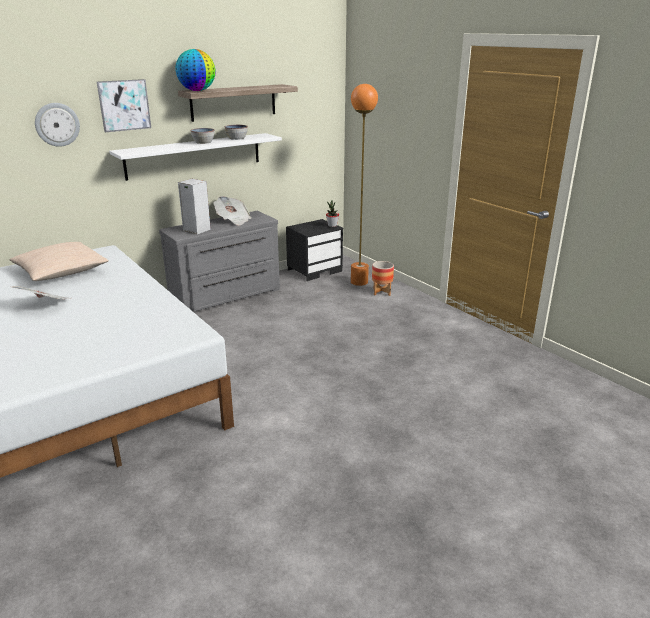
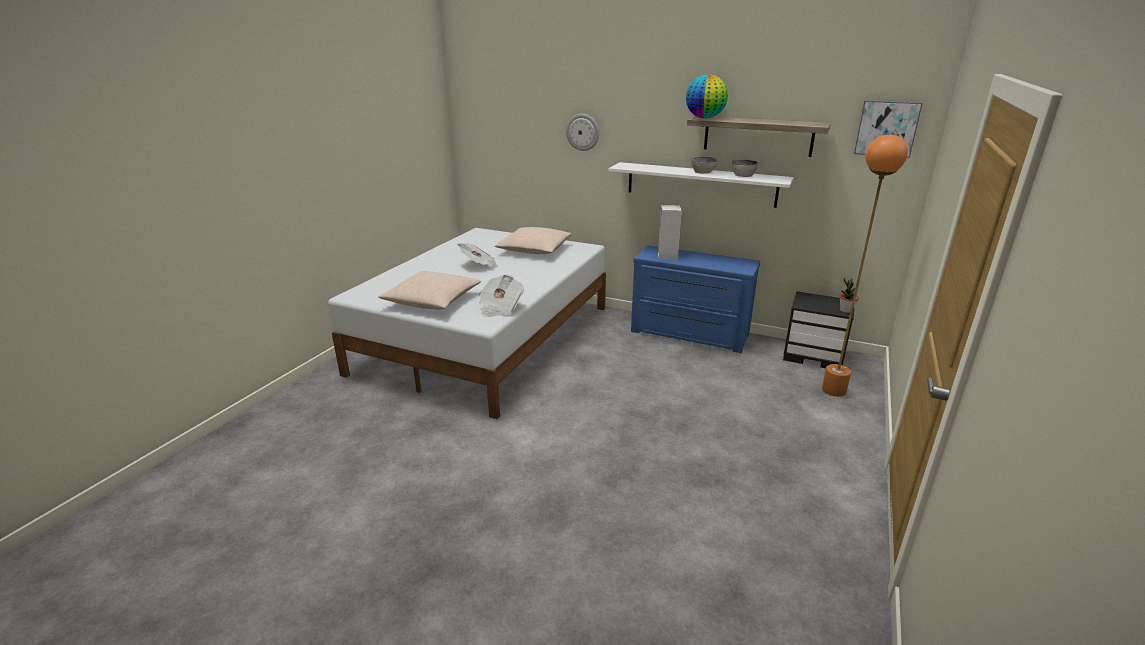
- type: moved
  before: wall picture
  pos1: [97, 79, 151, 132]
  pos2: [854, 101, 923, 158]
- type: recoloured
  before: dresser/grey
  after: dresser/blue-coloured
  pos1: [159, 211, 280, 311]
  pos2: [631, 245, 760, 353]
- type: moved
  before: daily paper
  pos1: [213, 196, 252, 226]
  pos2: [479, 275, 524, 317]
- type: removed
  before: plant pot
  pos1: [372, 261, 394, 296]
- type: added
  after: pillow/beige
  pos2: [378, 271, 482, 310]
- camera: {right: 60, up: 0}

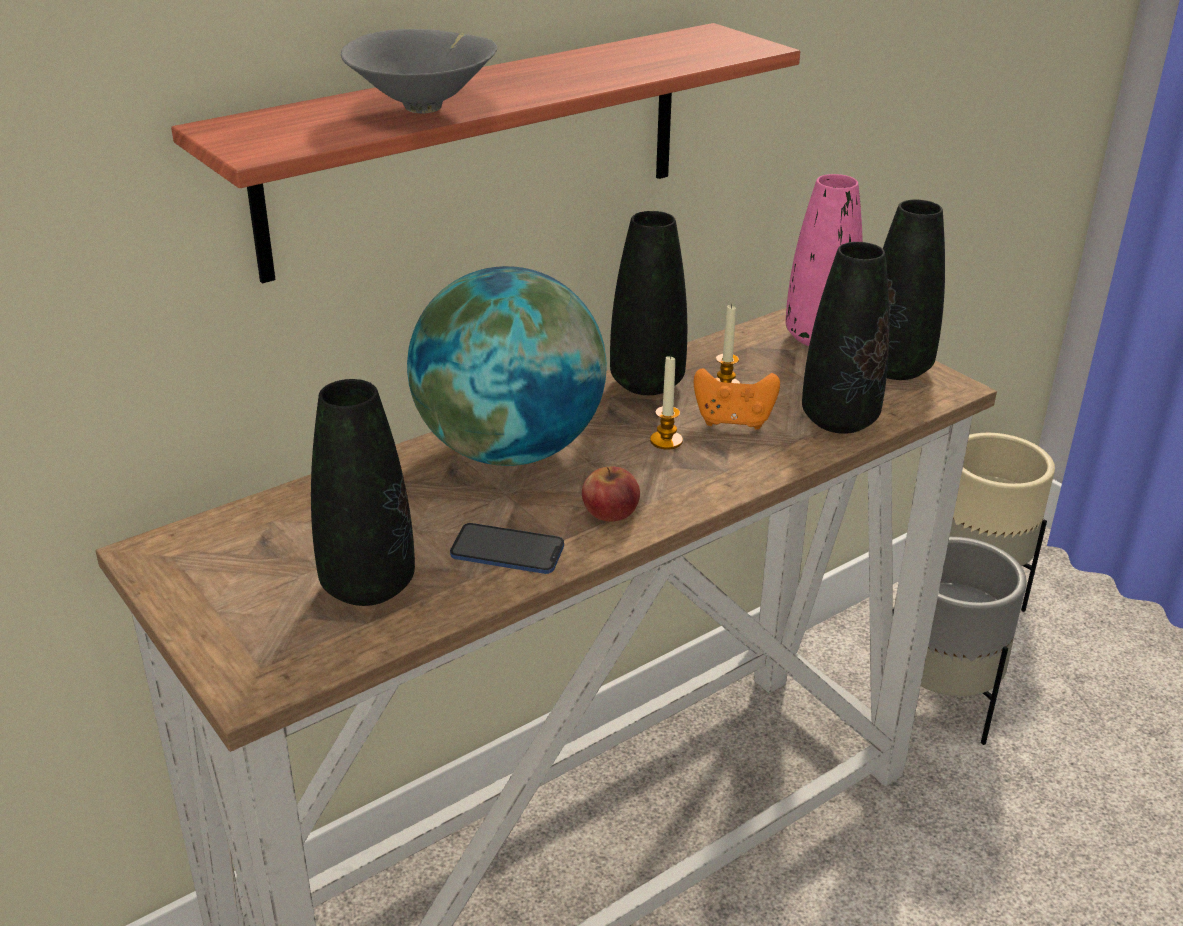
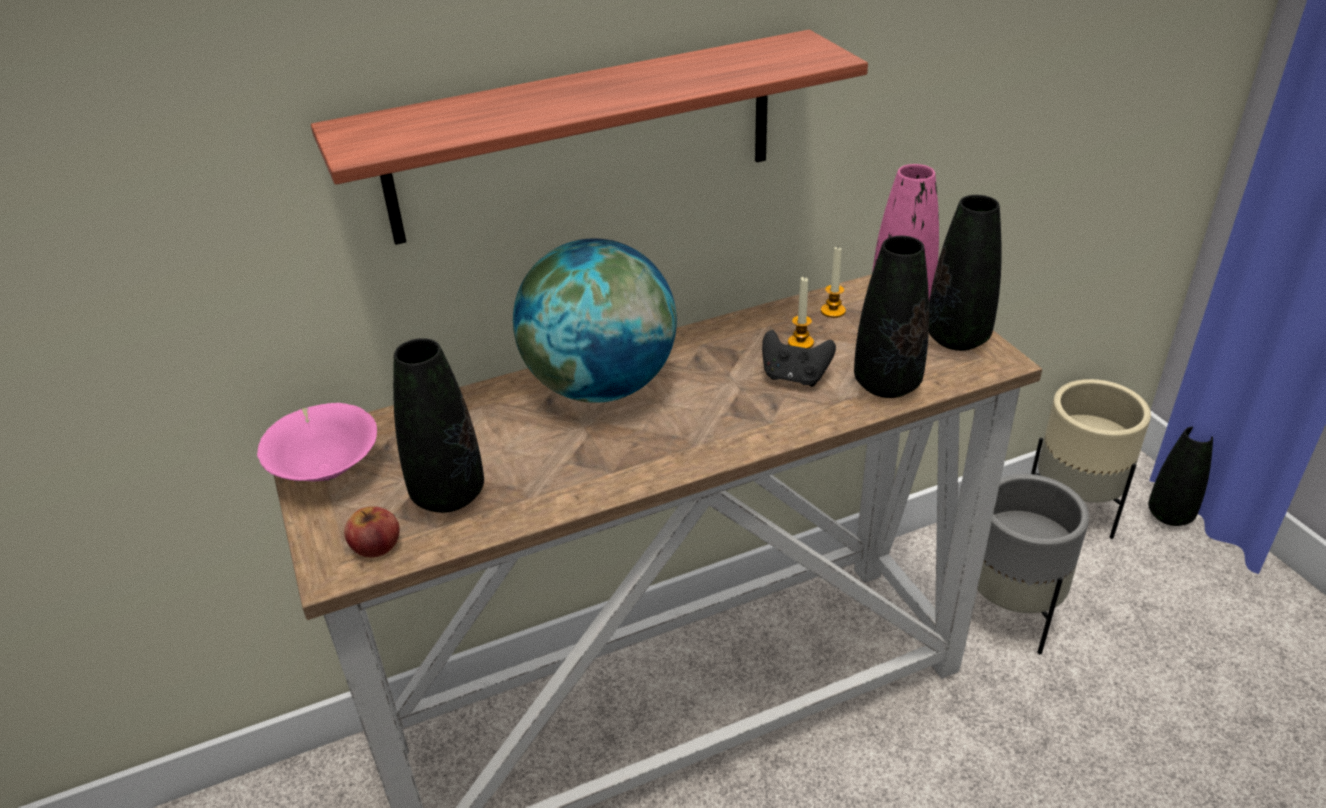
- type: removed
  before: bowl/grey
  pos1: [341, 29, 497, 113]
- type: removed
  before: handset
  pos1: [450, 523, 564, 574]
- type: moved
  before: apple fruit
  pos1: [582, 466, 640, 521]
  pos2: [344, 506, 400, 557]
- type: moved
  before: decorative vase/black
  pos1: [610, 211, 687, 395]
  pos2: [1148, 426, 1213, 526]
- type: moved
  before: wax light
  pos1: [650, 355, 683, 450]
  pos2: [821, 247, 846, 318]
- type: recoloured
  before: gamepad/orangey
  after: gamepad/black
  pos1: [694, 368, 780, 430]
  pos2: [762, 330, 836, 387]
- type: added
  after: bowl/pink-coloured
  pos2: [257, 403, 377, 481]
- camera: {right: 15, up: 5}

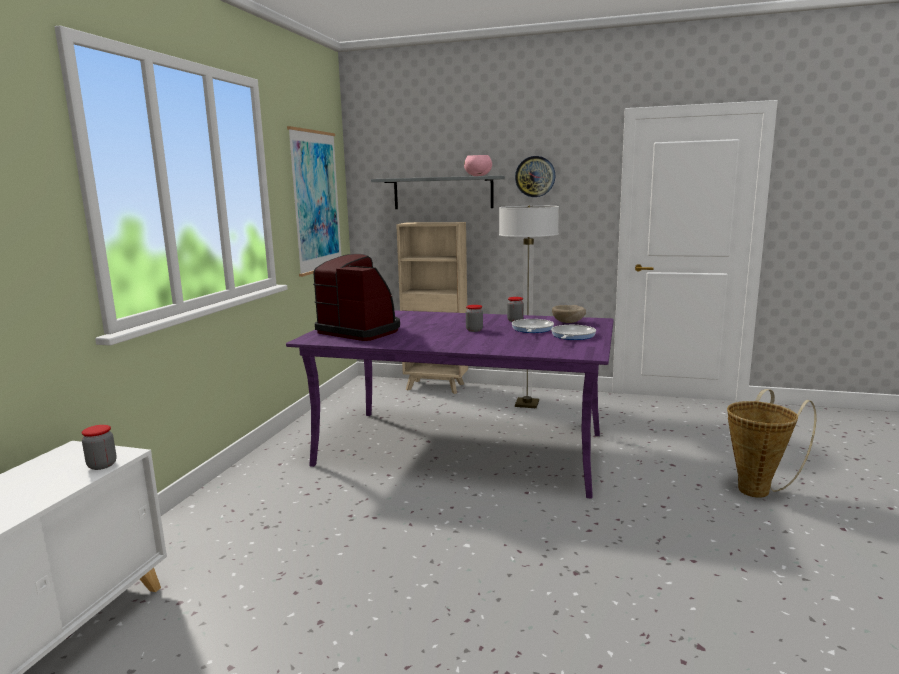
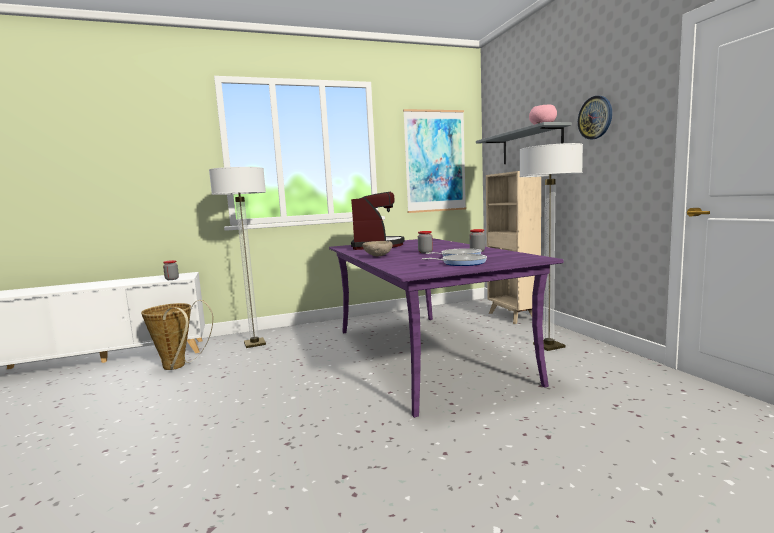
- type: moved
  before: bowl/beige
  pos1: [552, 305, 586, 323]
  pos2: [363, 241, 393, 256]
- type: moved
  before: storage basket
  pos1: [727, 389, 817, 498]
  pos2: [141, 300, 213, 370]
- type: added
  after: floor lamp
  pos2: [209, 167, 266, 348]
- camera: {right: 55, up: -5}

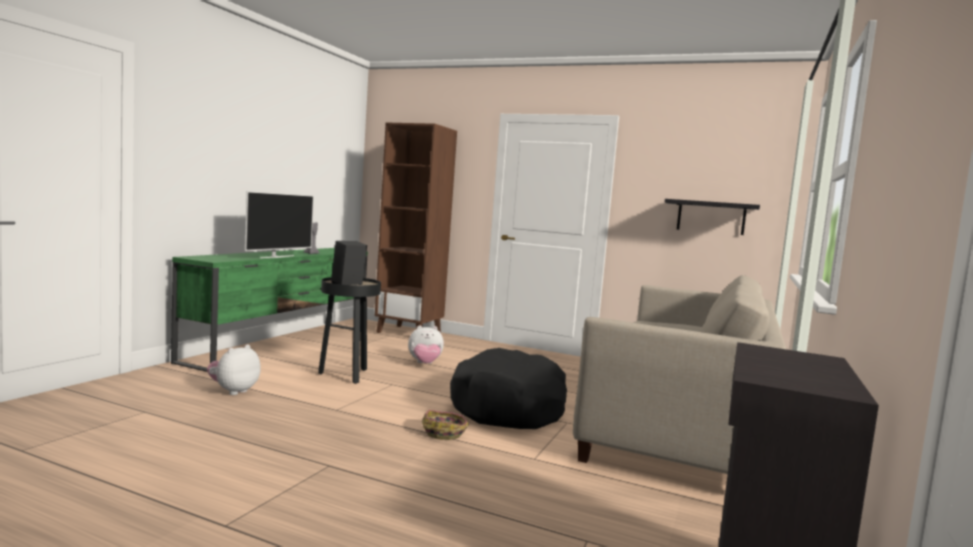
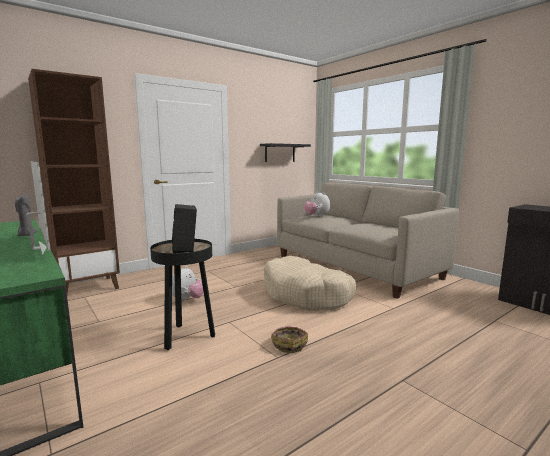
- type: moved
  before: plush toy
  pos1: [207, 344, 260, 395]
  pos2: [304, 191, 330, 217]
- type: moved
  before: storage basket
  pos1: [422, 410, 469, 440]
  pos2: [271, 326, 308, 353]
- type: recoloured
  before: dog cushion/black
  after: dog cushion/beige
  pos1: [450, 348, 567, 429]
  pos2: [264, 256, 356, 311]
- camera: {right: -60, up: 5}

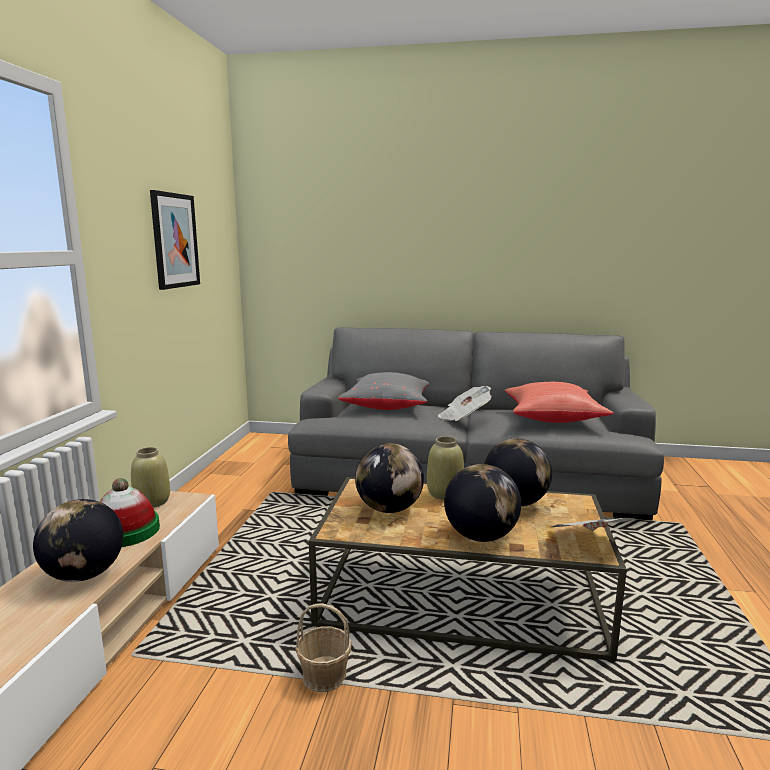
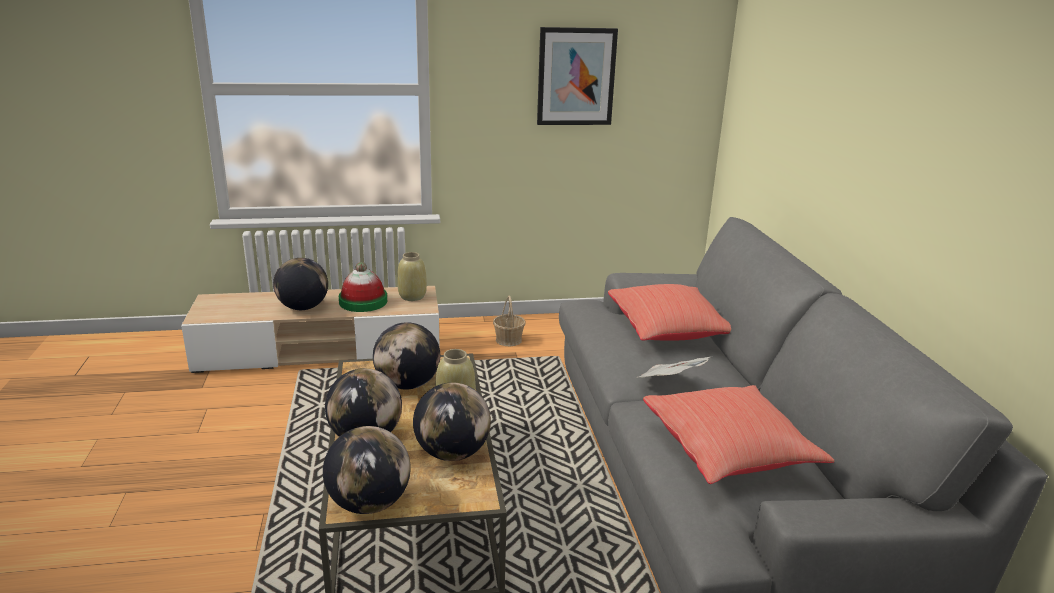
- type: moved
  before: storage basket
  pos1: [295, 603, 352, 692]
  pos2: [493, 296, 526, 346]
- type: recoloured
  before: pillow/grey
  after: pillow/reddish
  pos1: [338, 372, 429, 410]
  pos2: [608, 284, 731, 341]
- type: replaced
  before: daily paper
  after: world globe
  pos1: [551, 518, 636, 531]
  pos2: [323, 426, 411, 514]
- camera: {right: 70, up: 10}

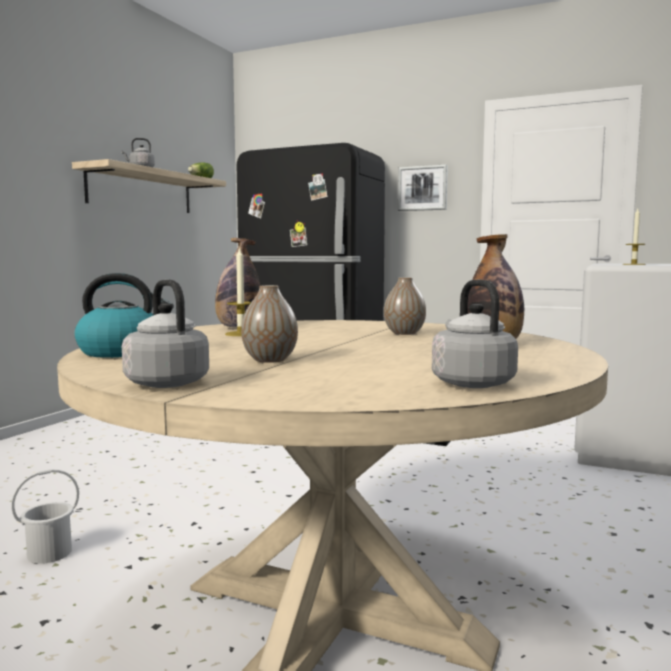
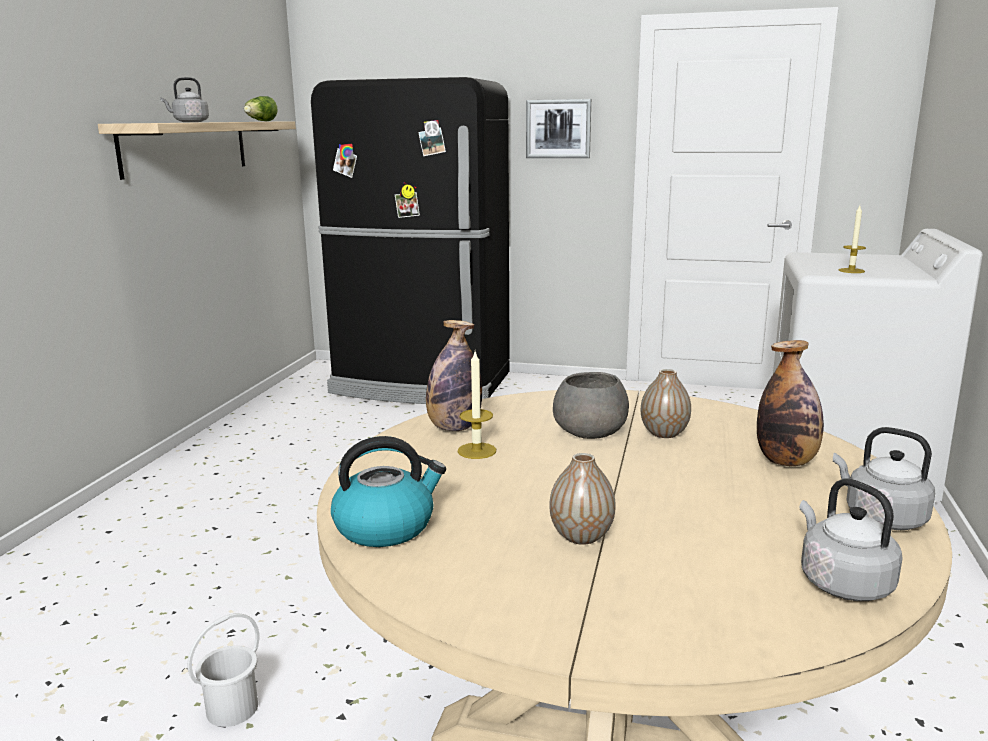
- type: moved
  before: water kettle/grey
  pos1: [122, 279, 209, 388]
  pos2: [833, 427, 935, 530]
- type: added
  after: bowl/grey
  pos2: [553, 372, 629, 439]
- camera: {right: -10, up: 10}

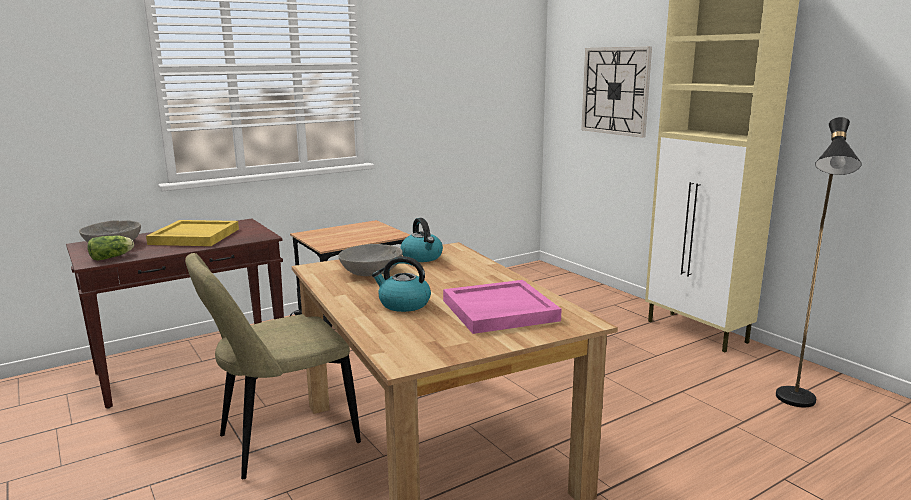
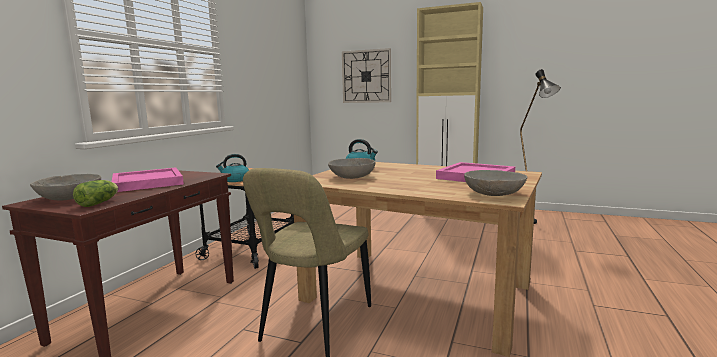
- type: recoloured
  before: serving tray/yellow
  after: serving tray/pink-coloured
  pos1: [146, 220, 239, 246]
  pos2: [112, 167, 184, 192]
- type: moved
  before: water kettle
  pos1: [372, 256, 431, 312]
  pos2: [216, 154, 249, 182]
- type: added
  after: bowl/grey
  pos2: [464, 170, 527, 196]
- camera: {right: -35, up: -5}

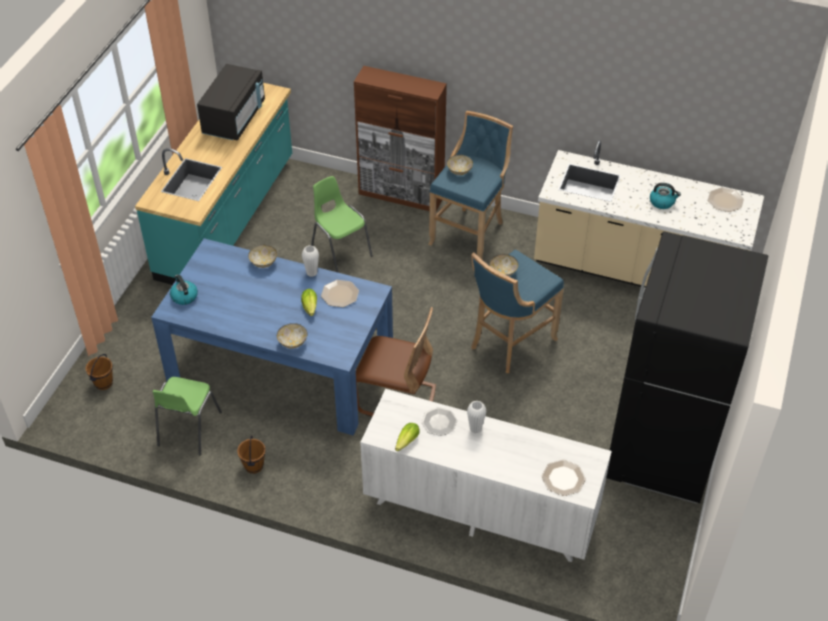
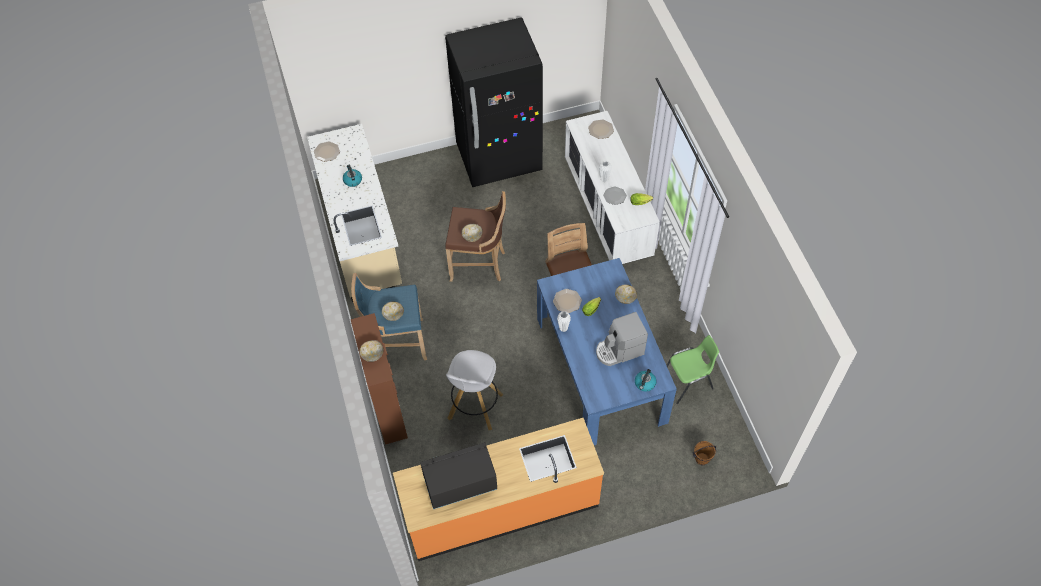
- type: recoloured
  before: kitchen counter/turquoise
  after: kitchen counter/orangey
  pos1: [135, 83, 292, 285]
  pos2: [393, 418, 604, 561]
- type: removed
  before: bucket/brownish
  pos1: [237, 435, 266, 474]
- type: moved
  before: bowl
  pos1: [248, 245, 277, 268]
  pos2: [359, 340, 384, 362]
- type: replaced
  before: upright chair/greenish
  after: stool/white-coloured
  pos1: [311, 176, 373, 273]
  pos2: [446, 350, 504, 430]
- type: recoloured
  before: stool/blue-coloured
  after: stool/brownish
  pos1: [471, 250, 564, 373]
  pos2: [445, 191, 506, 282]
- type: added
  after: coffee maker
  pos2: [596, 312, 648, 366]
- camera: {right: -125, up: 10}

